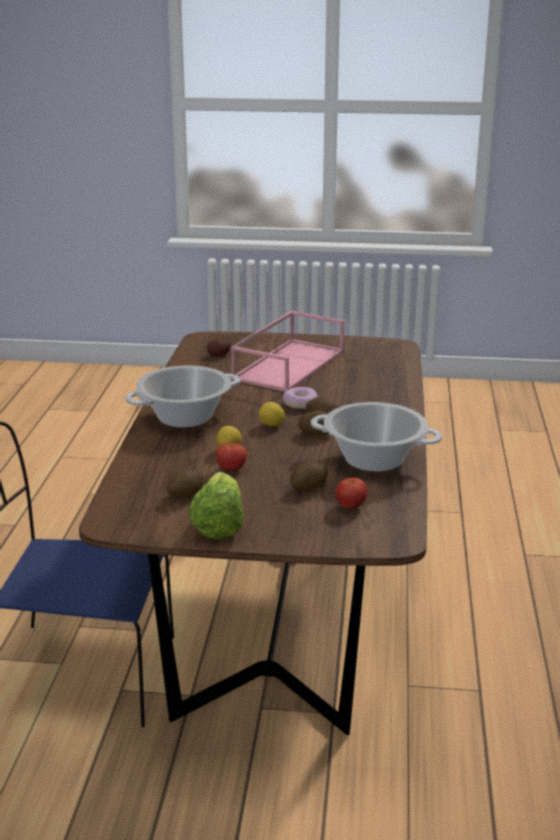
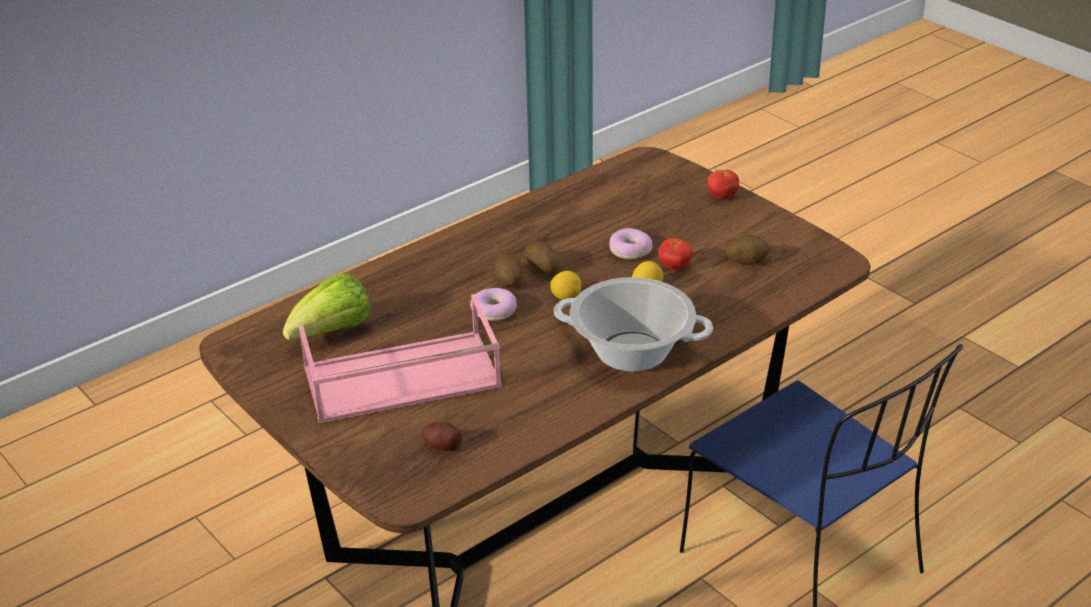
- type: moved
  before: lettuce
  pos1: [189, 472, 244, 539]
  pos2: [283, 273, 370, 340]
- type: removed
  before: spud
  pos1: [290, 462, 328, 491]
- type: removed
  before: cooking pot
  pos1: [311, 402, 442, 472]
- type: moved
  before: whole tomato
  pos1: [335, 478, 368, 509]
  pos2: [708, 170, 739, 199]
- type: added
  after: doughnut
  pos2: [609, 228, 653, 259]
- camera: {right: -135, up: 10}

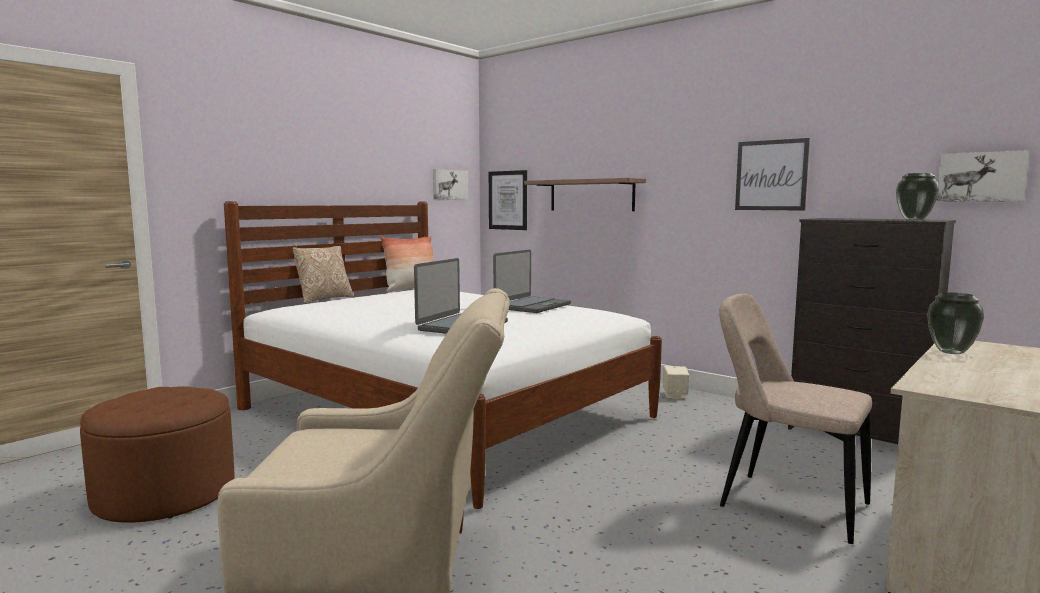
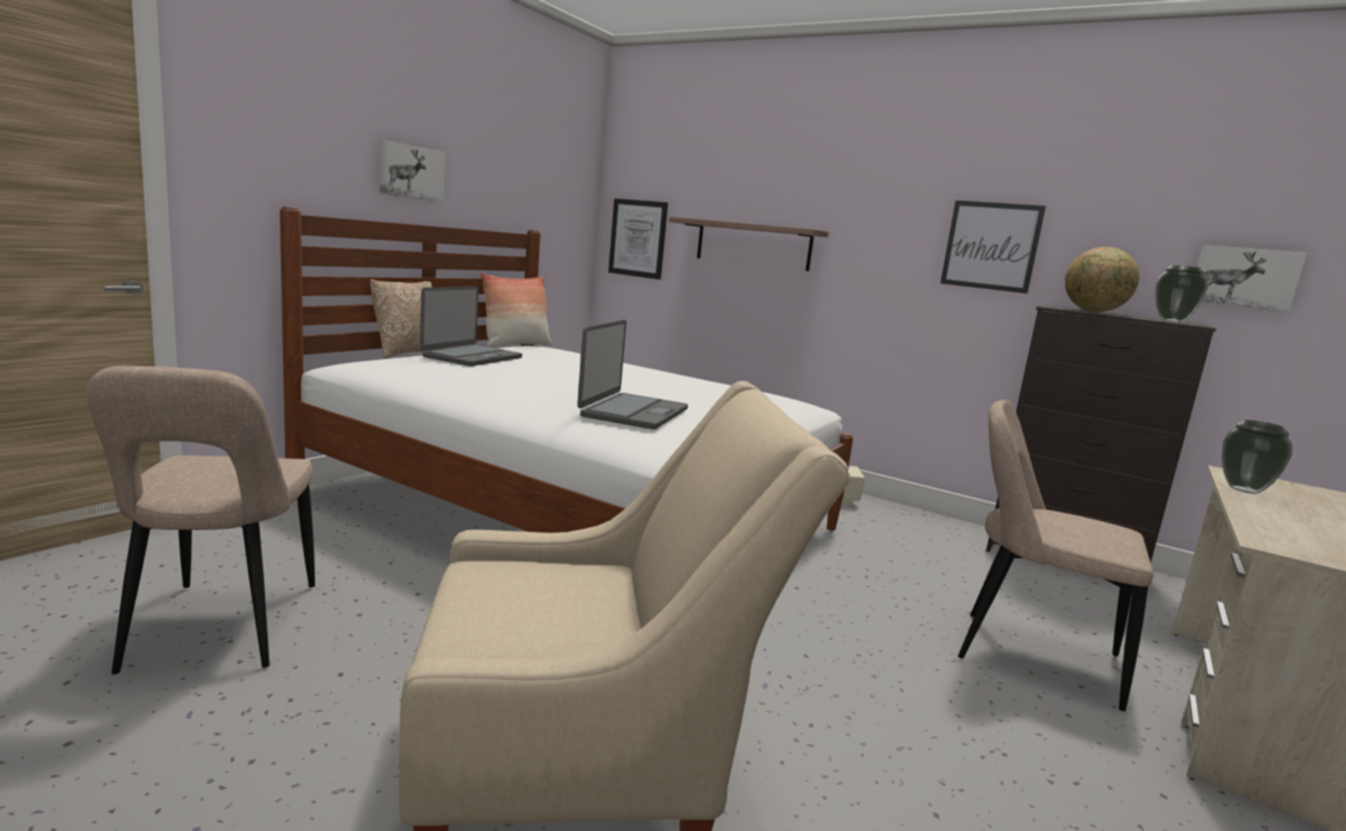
- type: replaced
  before: footrest/brownish
  after: upright chair/beige
  pos1: [80, 386, 235, 523]
  pos2: [86, 366, 315, 674]
- type: moved
  before: wall picture
  pos1: [433, 169, 468, 200]
  pos2: [380, 140, 445, 202]
- type: moved
  before: laptop
  pos1: [493, 250, 571, 313]
  pos2: [420, 286, 522, 366]
- type: added
  after: world globe
  pos2: [1065, 247, 1139, 312]
- camera: {right: -10, up: 5}

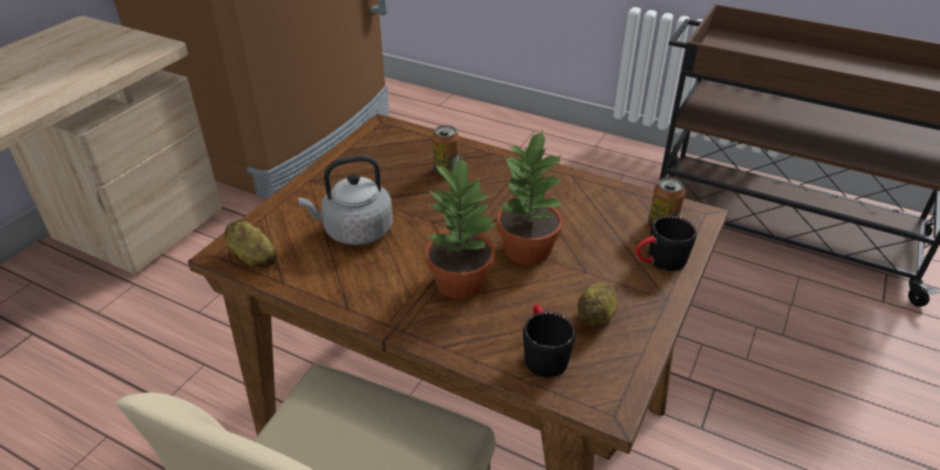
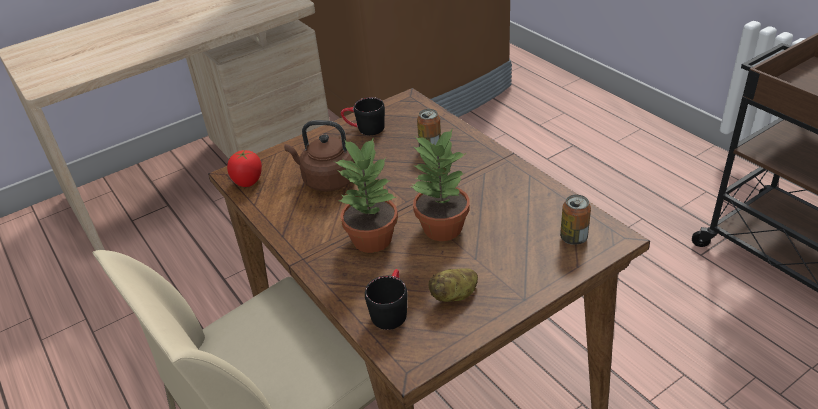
- type: replaced
  before: spud
  after: whole tomato
  pos1: [224, 220, 277, 267]
  pos2: [227, 150, 262, 187]
- type: recoloured
  before: water kettle/grey
  after: water kettle/brownish
  pos1: [298, 155, 393, 245]
  pos2: [284, 120, 356, 192]
- type: moved
  before: coffee mug/black
  pos1: [636, 216, 697, 271]
  pos2: [341, 97, 385, 135]
- camera: {right: 30, up: 0}

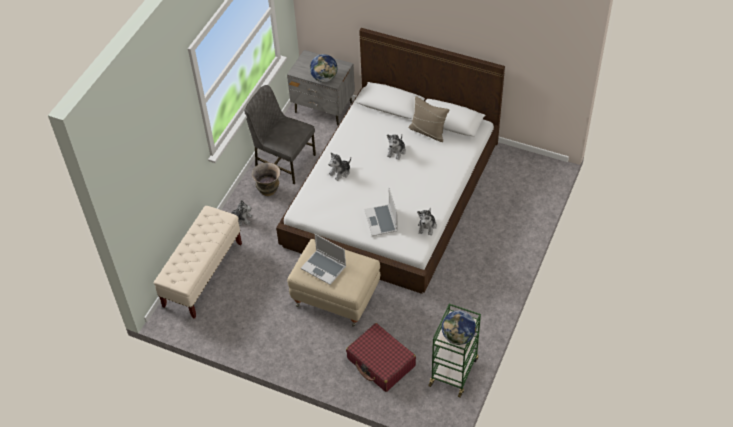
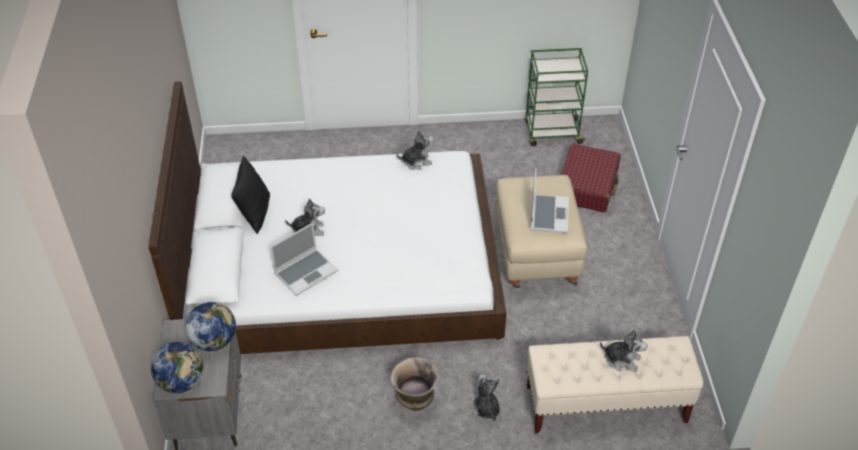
- type: removed
  before: upright chair/grey
  pos1: [244, 85, 316, 185]
- type: moved
  before: plush toy
  pos1: [328, 152, 351, 181]
  pos2: [600, 330, 647, 372]
- type: moved
  before: laptop
  pos1: [364, 188, 398, 236]
  pos2: [270, 223, 338, 296]
- type: recoloured
  before: pillow/beige
  after: pillow/black
  pos1: [409, 96, 449, 142]
  pos2: [231, 156, 270, 234]
- type: moved
  before: world globe
  pos1: [442, 310, 476, 345]
  pos2: [150, 342, 203, 393]
- camera: {right: -120, up: -5}

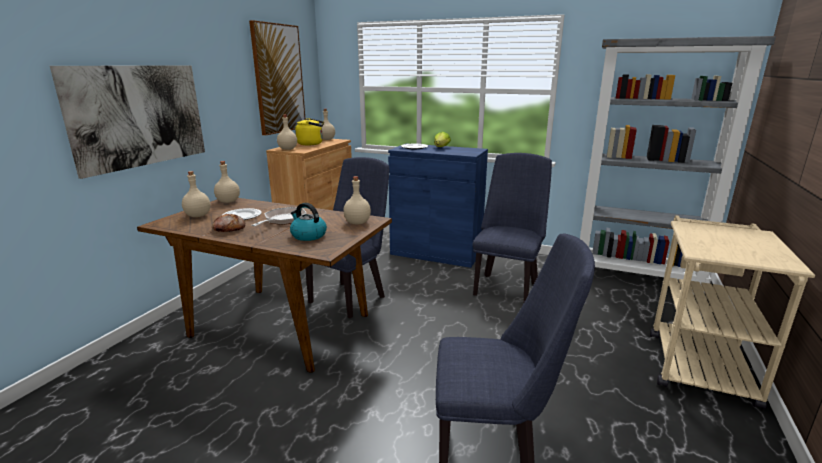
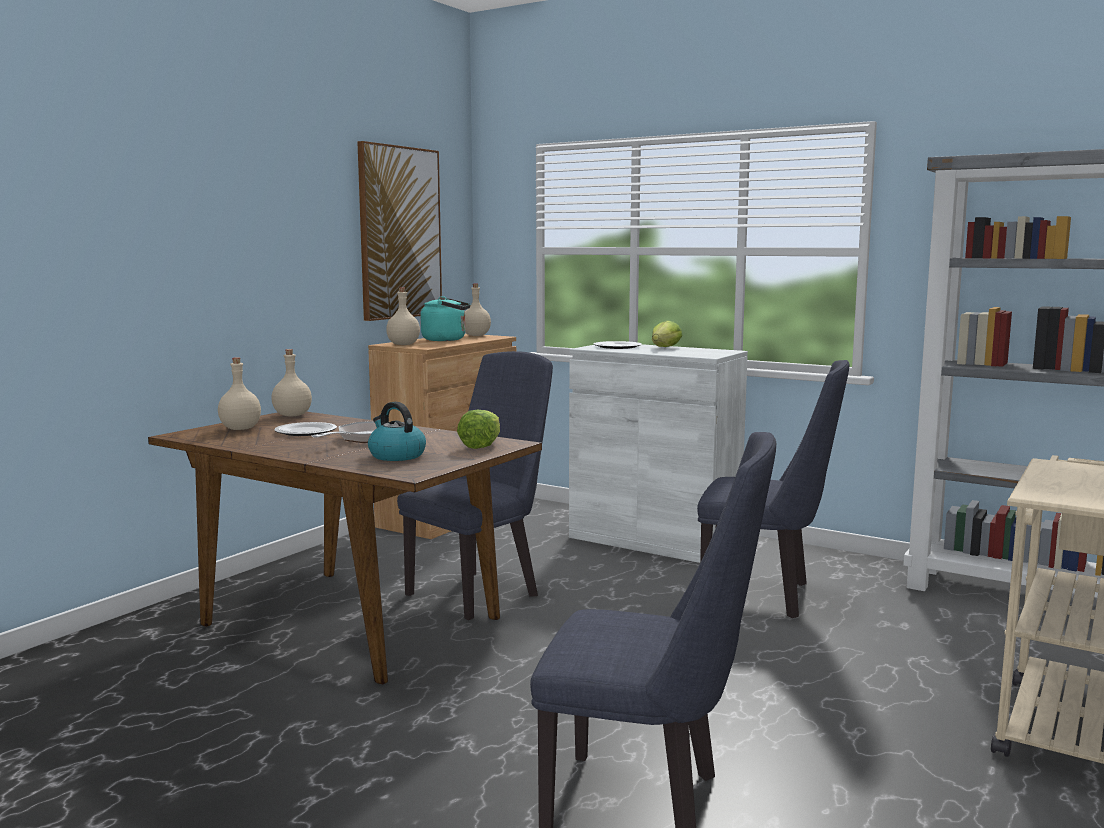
- type: removed
  before: wall picture
  pos1: [50, 66, 205, 179]
- type: removed
  before: bread
  pos1: [212, 214, 245, 232]
- type: recoloured
  before: water kettle/yellow
  after: water kettle/turquoise
  pos1: [295, 118, 324, 145]
  pos2: [421, 296, 471, 341]
- type: replaced
  before: beverage bottle/beige
  after: lettuce
  pos1: [343, 176, 371, 224]
  pos2: [457, 410, 500, 449]
- type: recoloured
  before: cupboard/blue-coloured
  after: cupboard/white-coloured
  pos1: [388, 143, 488, 268]
  pos2: [569, 344, 748, 563]
- type: turned
  before: upright chair/blue-coloured
  pos1: [473, 153, 552, 304]
  pos2: [697, 360, 850, 618]
  turn: 75
- camera: {right: 10, up: -10}

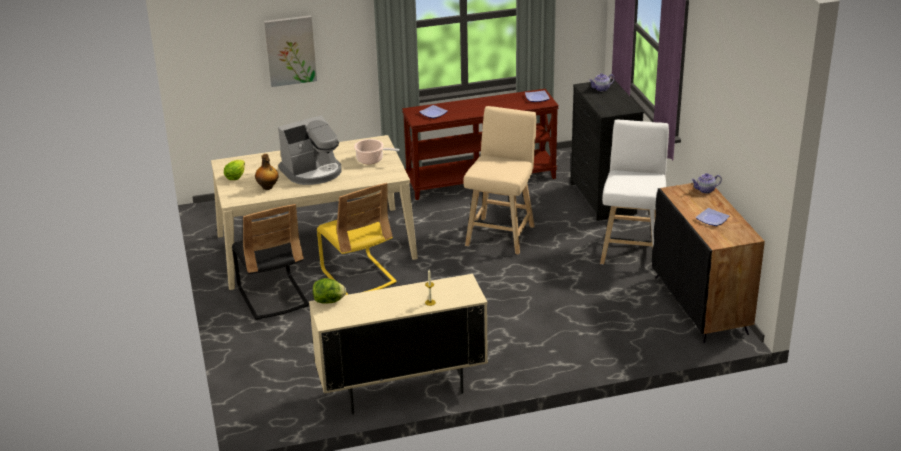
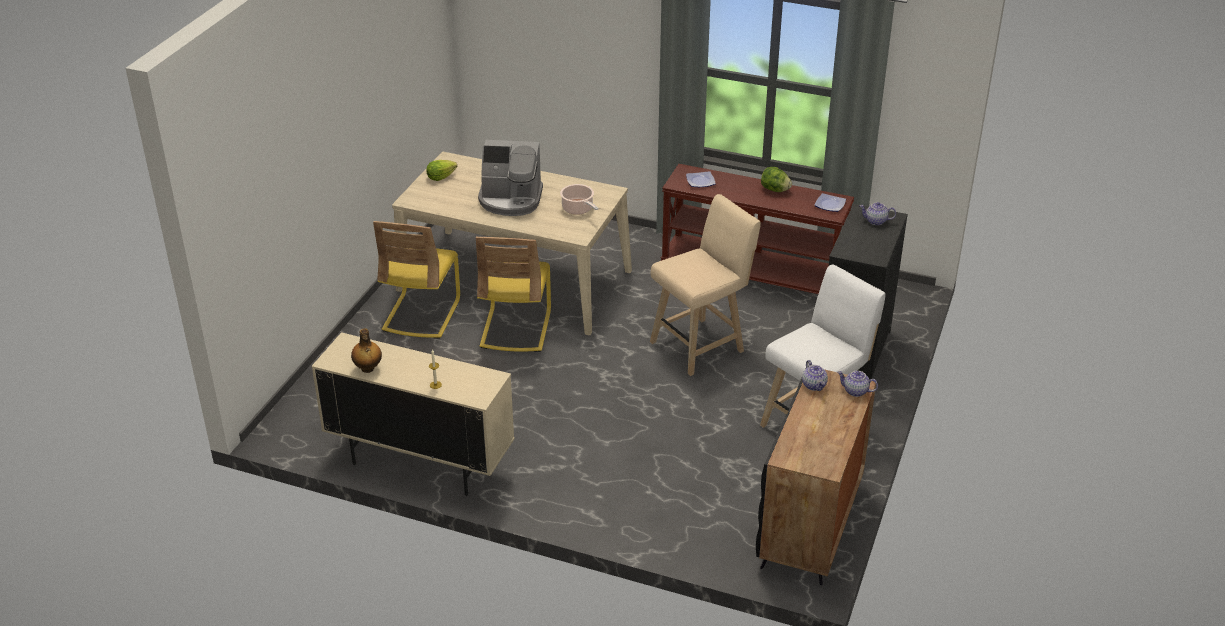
- type: recoloured
  before: upright chair/black
  after: upright chair/yellow
  pos1: [232, 204, 309, 320]
  pos2: [373, 221, 460, 339]
- type: moved
  before: beverage bottle
  pos1: [255, 154, 278, 190]
  pos2: [351, 328, 382, 373]
- type: removed
  before: wall picture
  pos1: [264, 15, 317, 87]
- type: moved
  before: lettuce
  pos1: [313, 278, 346, 304]
  pos2: [761, 167, 792, 192]
- type: removed
  before: flat dish
  pos1: [696, 208, 729, 226]
- type: added
  after: pot for tea
  pos2: [802, 360, 828, 391]
- camera: {right: 35, up: 5}

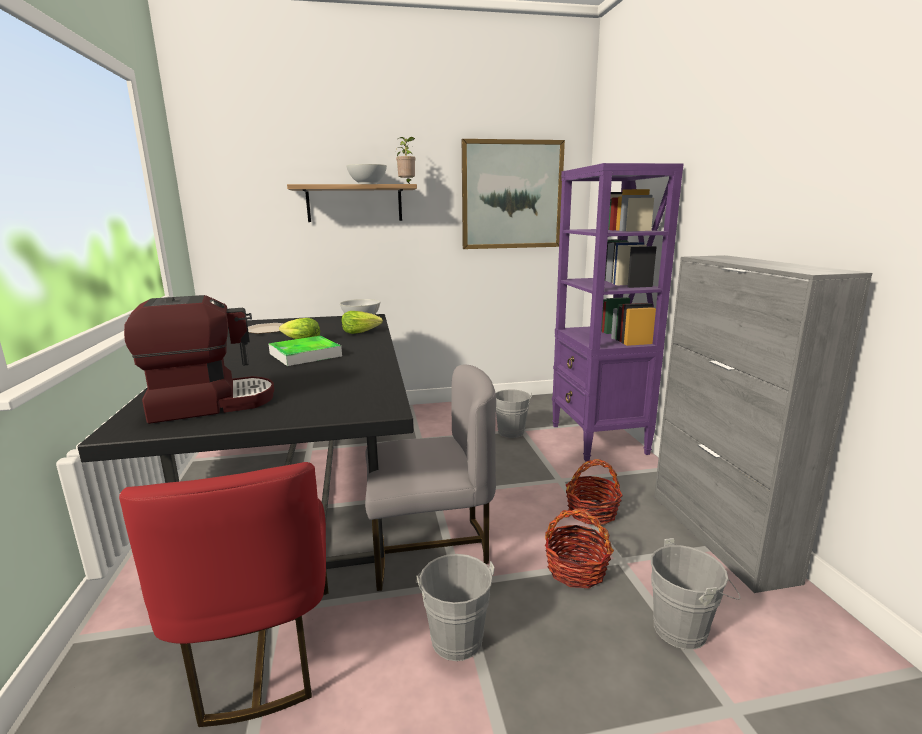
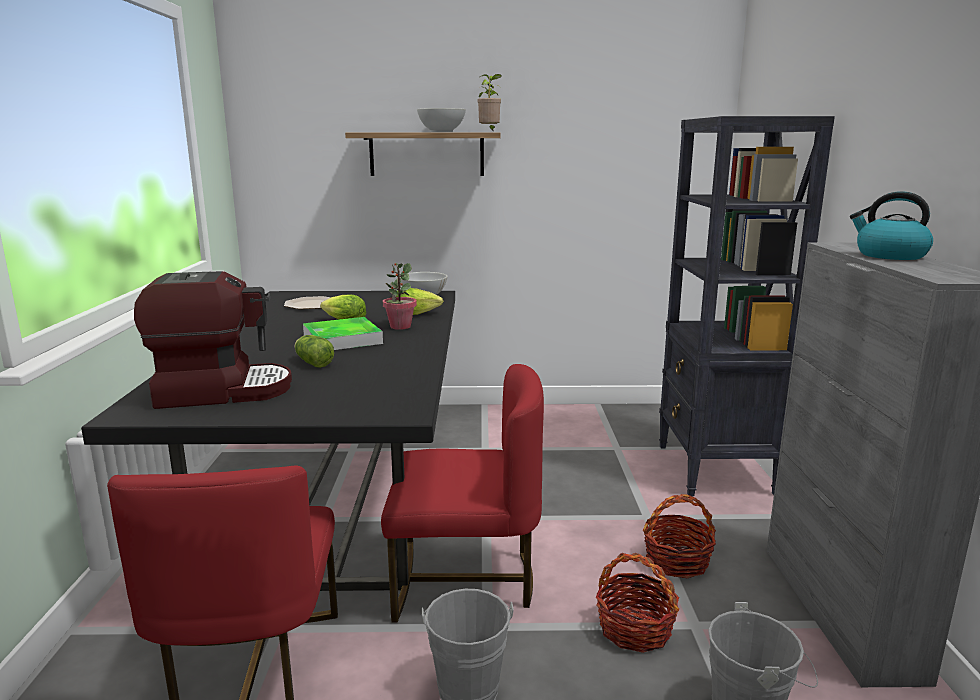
- type: recoloured
  before: upright chair/grey
  after: upright chair/reddish
  pos1: [365, 365, 496, 591]
  pos2: [381, 364, 544, 623]
- type: removed
  before: wall picture
  pos1: [462, 139, 565, 249]
- type: removed
  before: bucket/grey
  pos1: [496, 390, 532, 438]
- type: recoloured
  before: bookshelf/purplish
  after: bookshelf/black
  pos1: [552, 163, 683, 461]
  pos2: [659, 116, 835, 496]
- type: added
  after: lettuce
  pos2: [295, 335, 334, 368]
- type: added
  after: plant in a pot
  pos2: [383, 263, 417, 330]
- type: added
  after: water kettle
  pos2: [850, 191, 933, 260]
- camera: {right: 10, up: 0}

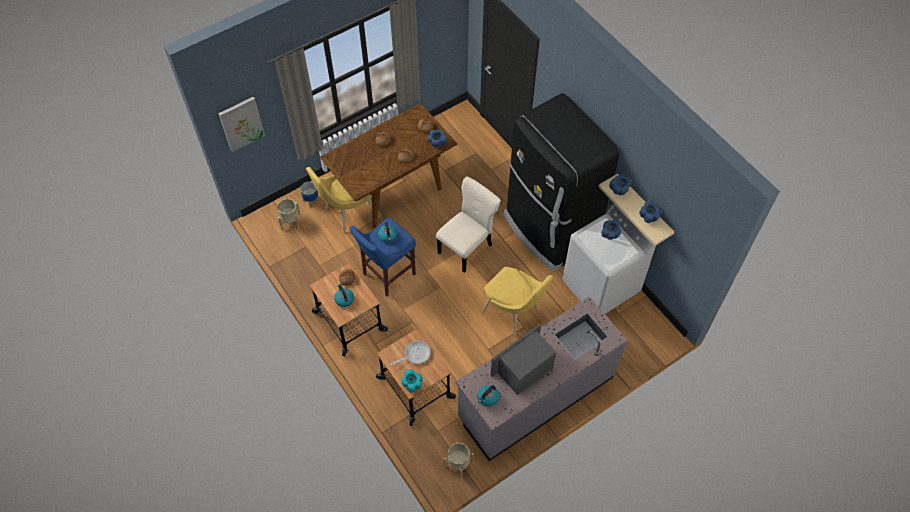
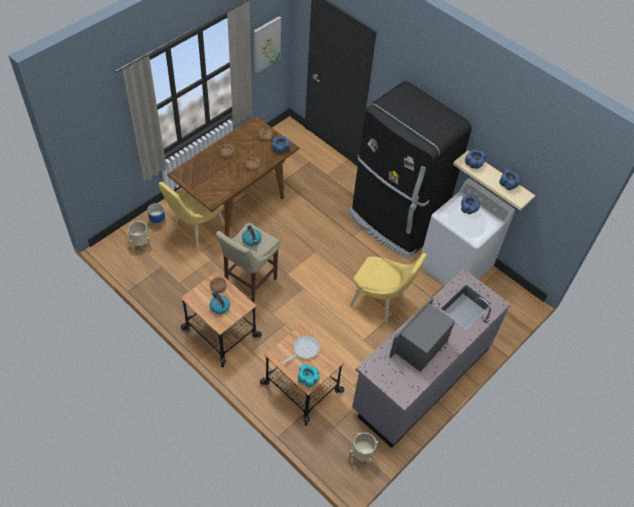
- type: moved
  before: wall picture
  pos1: [218, 97, 265, 152]
  pos2: [254, 16, 281, 74]
- type: recoloured
  before: stool/blue-coloured
  after: stool/beige
  pos1: [349, 217, 416, 297]
  pos2: [216, 222, 280, 303]
- type: removed
  before: upright chair/beige
  pos1: [436, 177, 501, 273]
- type: removed
  before: water kettle
  pos1: [477, 385, 499, 407]
- camera: {right: -15, up: -5}

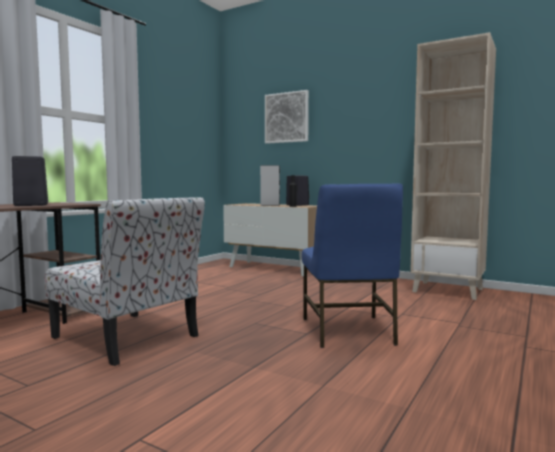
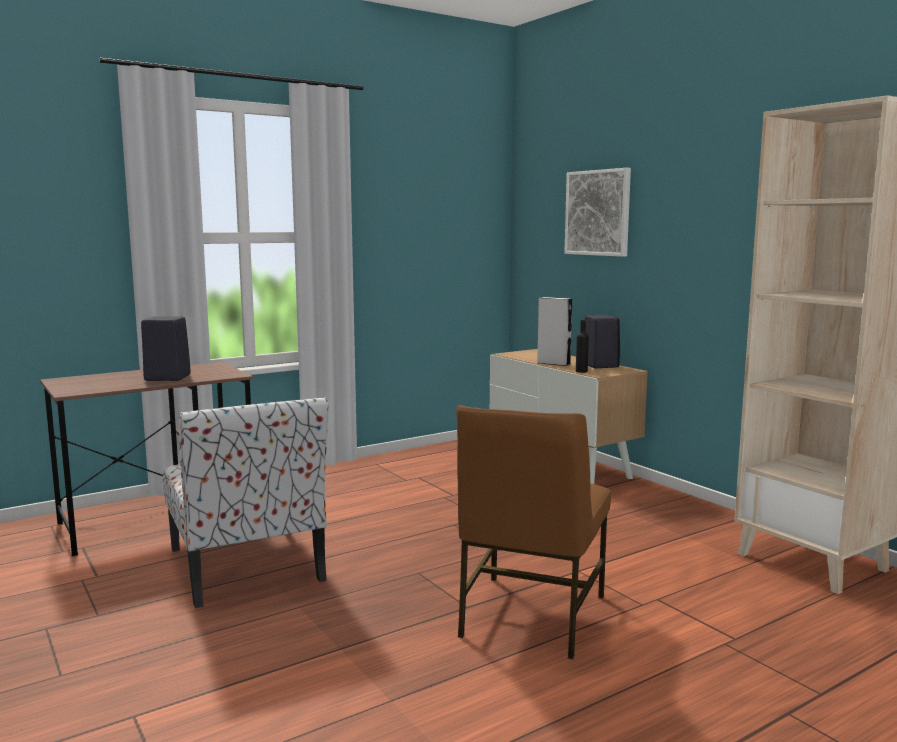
- type: recoloured
  before: upright chair/blue-coloured
  after: upright chair/brownish
  pos1: [302, 183, 403, 348]
  pos2: [456, 405, 611, 659]
- camera: {right: 25, up: 5}

